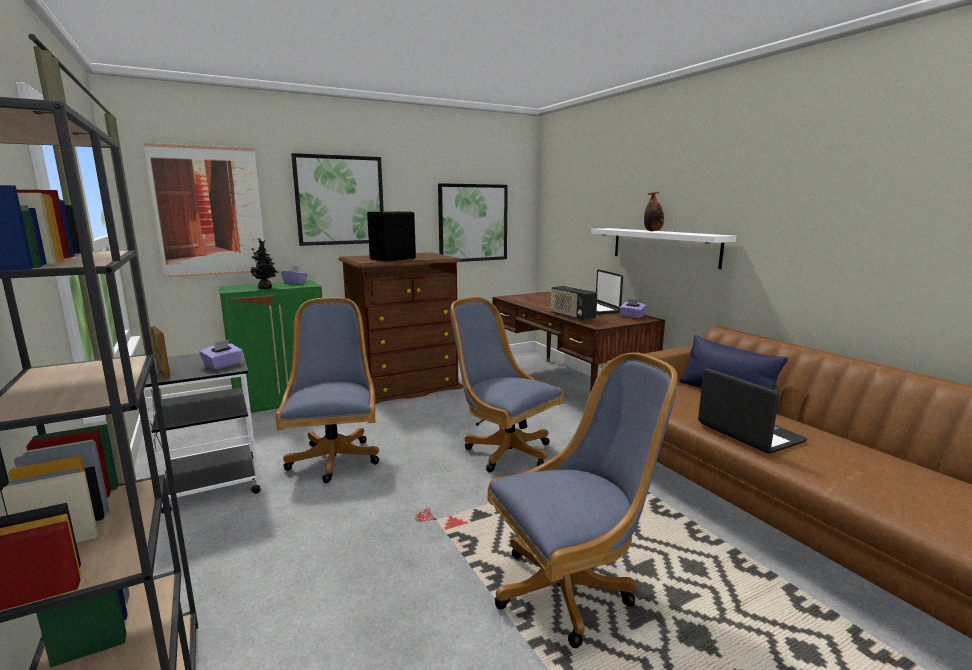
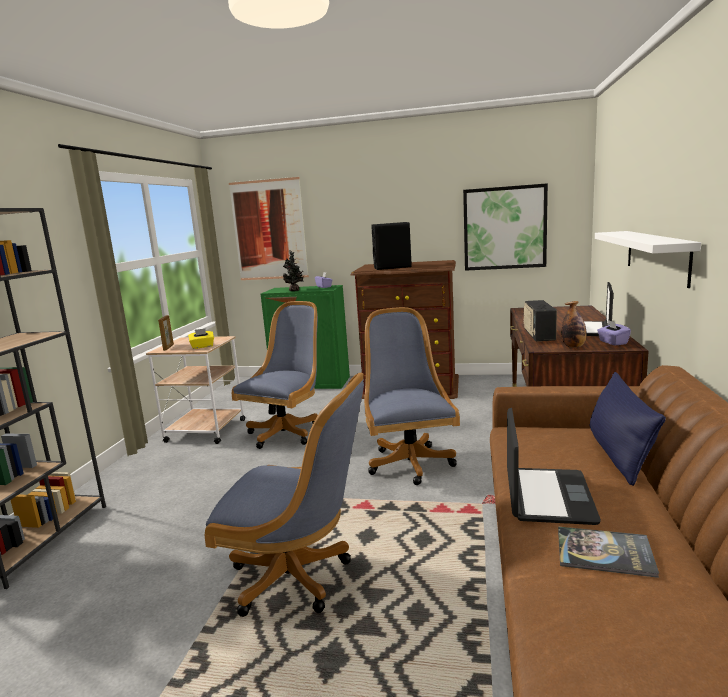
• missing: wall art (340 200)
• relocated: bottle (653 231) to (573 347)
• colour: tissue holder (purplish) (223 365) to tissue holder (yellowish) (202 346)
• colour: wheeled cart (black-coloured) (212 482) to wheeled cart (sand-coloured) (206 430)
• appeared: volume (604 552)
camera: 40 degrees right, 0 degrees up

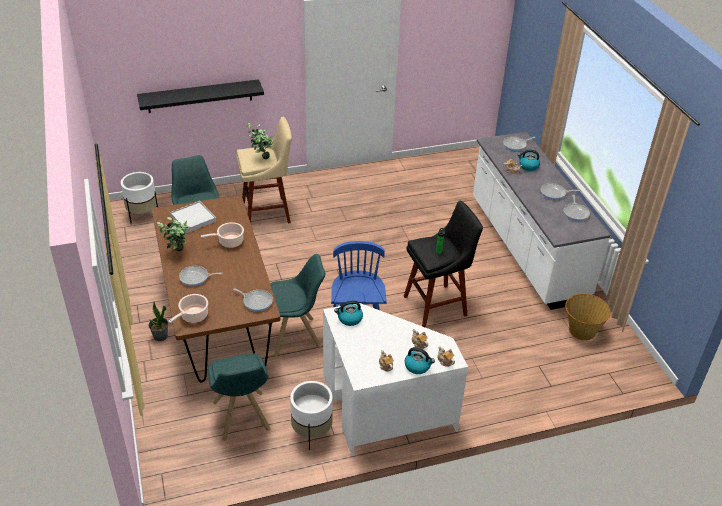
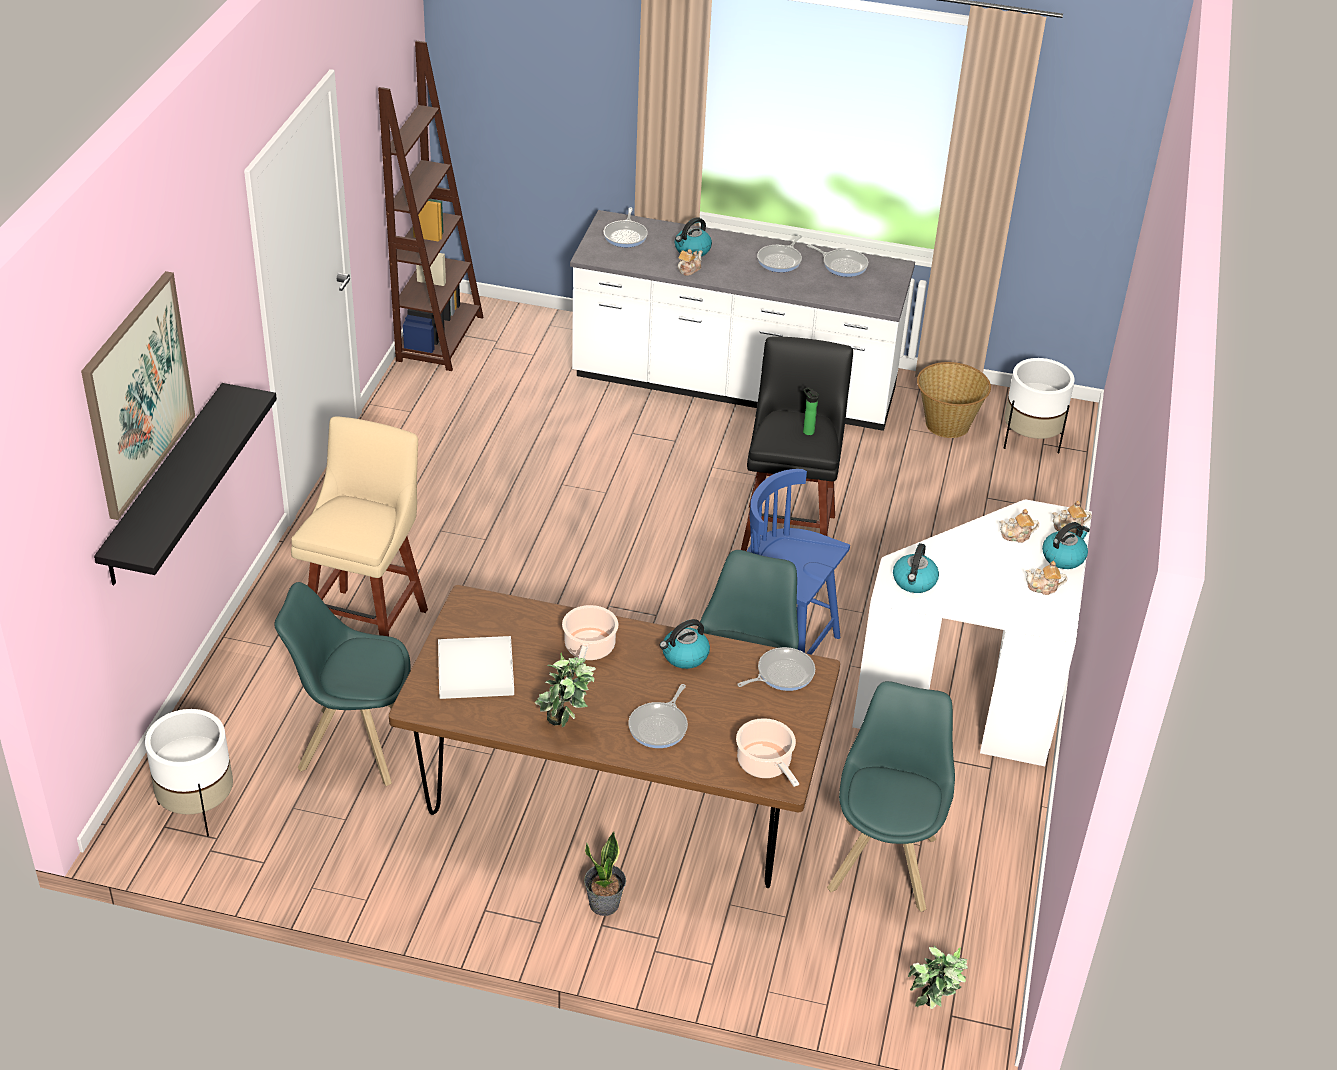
• relocated: potted plant (261 159) to (930 1011)
• spun: upright chair (turquoise) (242 416) = (884 863) 90 degrees counterclockwise
• relocated: flower pot (white) (312 432) to (1030 441)
• appeared: shelving unit (brown) (439 338)
• appeared: wall art (137 394)
• appeared: kettle (684 656)
camera: 60 degrees left, 0 degrees up

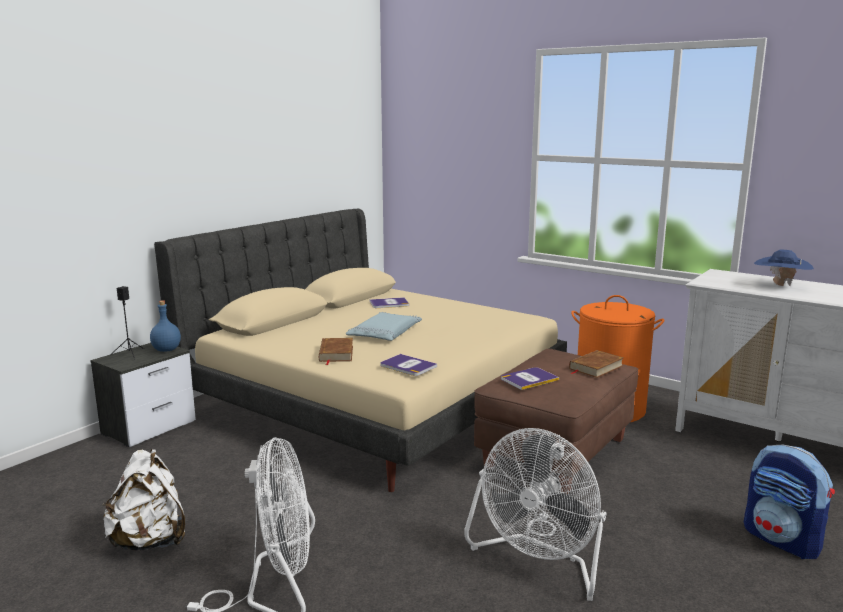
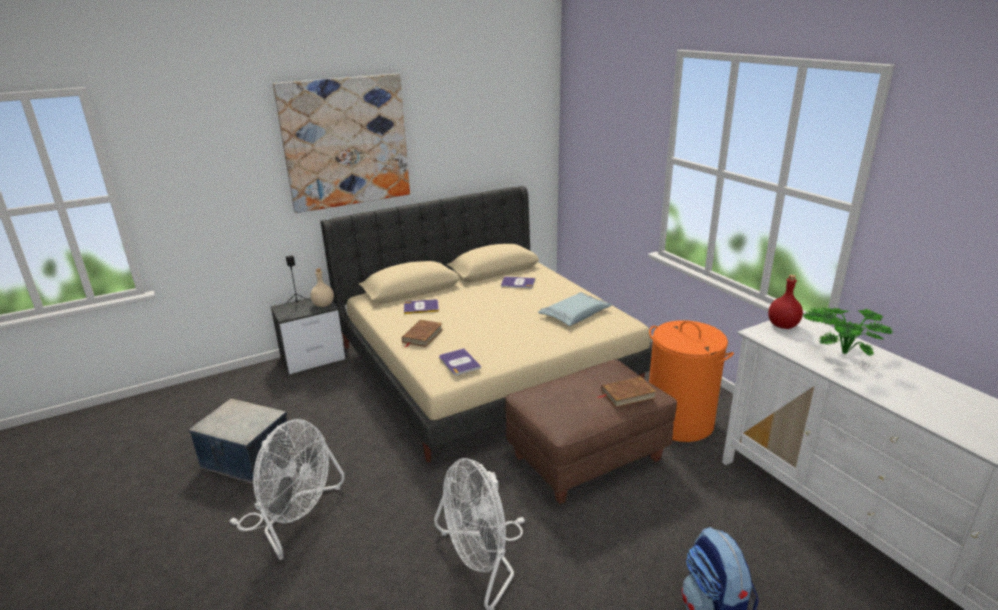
• exchanged: wearable hat (blue) (780 286) to potted plant (838 353)
• colour: bottle (blue) (167 350) to bottle (sand-coloured) (324 305)
• relocated: cushion (blue) (385 332) to (575 313)
• relocated: volume (529 379) to (421 307)
• exchanged: knapsack (white) (150 541) to storage container (247 459)
• appeared: wall art (346 142)
• appeared: bottle (red) (782 325)
camera: 25 degrees right, 10 degrees up

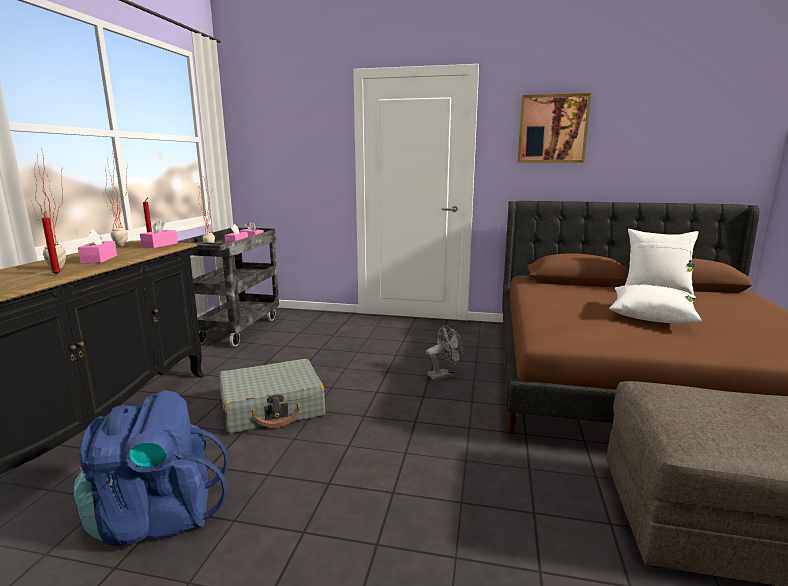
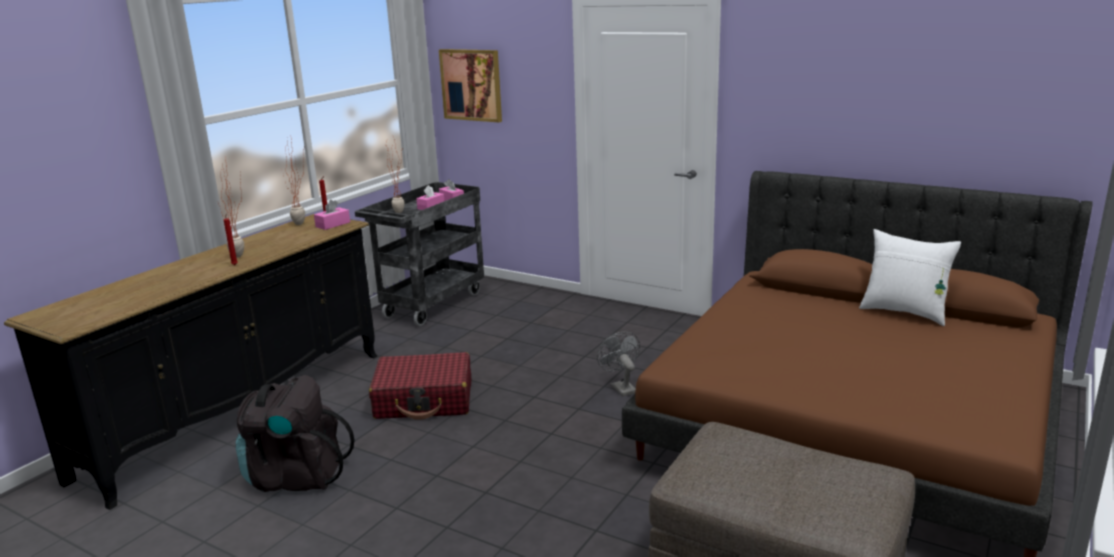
• relocated: wall art (552 129) to (471 85)
• missing: tissue holder (pink-coloured) (99 259)
• missing: cushion (white) (651 317)
• spun: electric fan (gray) (444 375) = (621 387) 105 degrees counterclockwise
• colour: piece of luggage (gray) (273 408) to piece of luggage (red) (424 400)
• colour: knapsack (blue) (157 516) to knapsack (black-coloured) (295 476)
camera: 20 degrees right, 5 degrees up

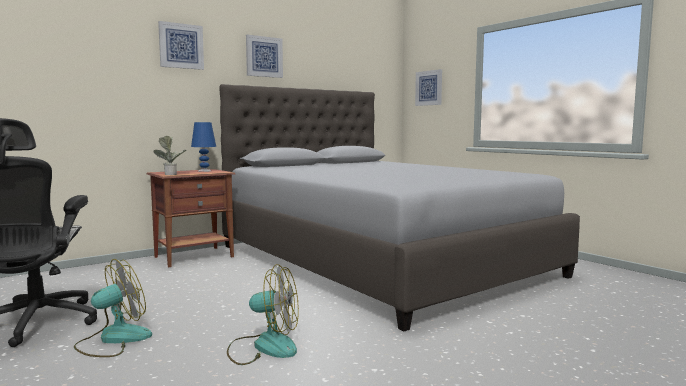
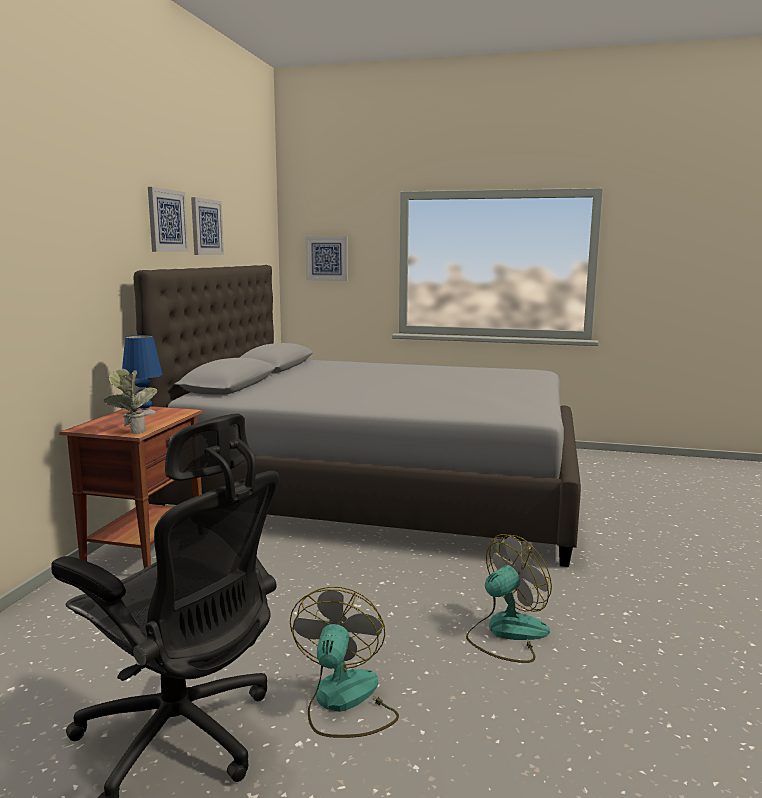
• relocated: wall art (181 46) to (206 227)
camera: 40 degrees left, 5 degrees up

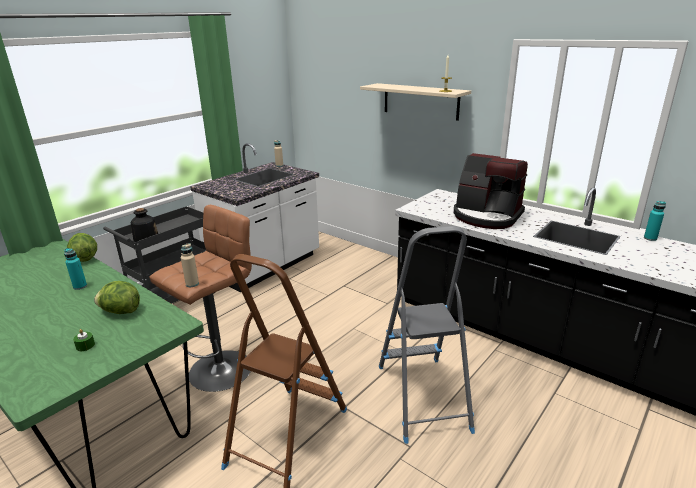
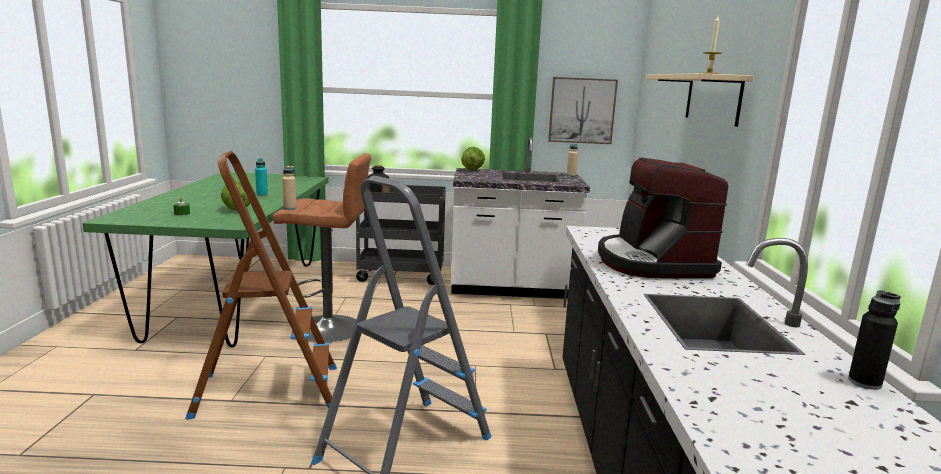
• colour: bottle (turquoise) (650 238) to bottle (black-coloured) (864 382)
• relocated: head of lettuce (85 258) to (472 170)
• appeared: wall art (582 110)
camera: 50 degrees right, 10 degrees down

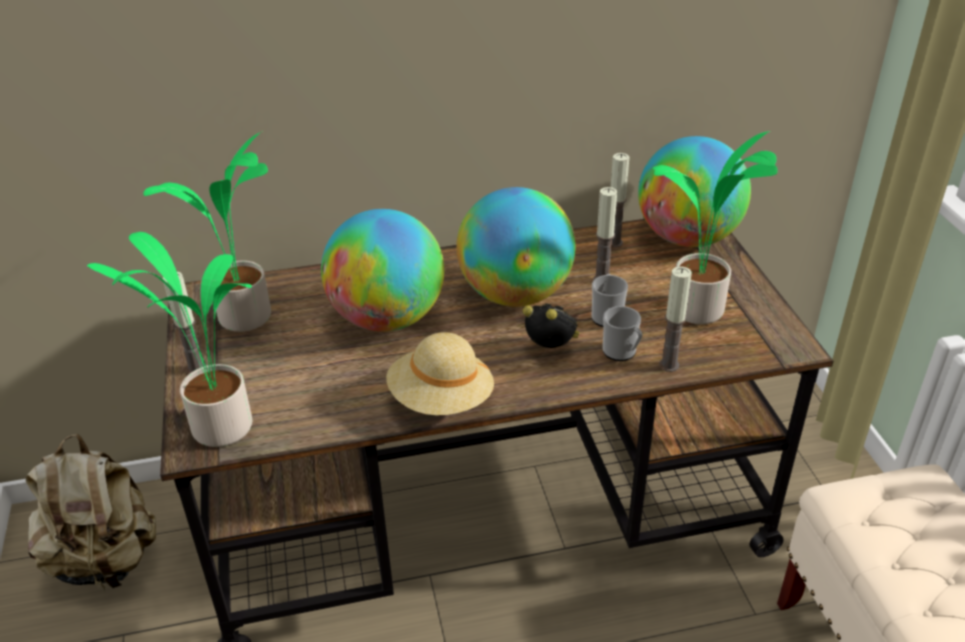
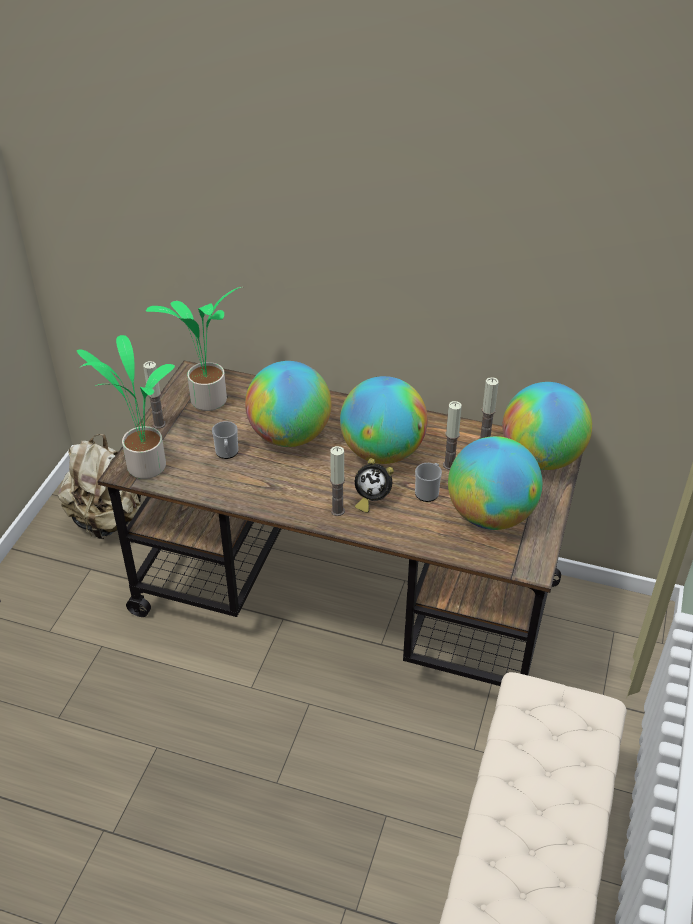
• exchanged: potted plant (696 312) to world globe (490 515)
• relocated: wax candle (669 365) to (337 511)
• spun: bedside clock (552 349) = (371 499) 135 degrees clockwise
• relocated: coffee mug (622 352) to (227 453)
• missing: wearable hat (sand-coloured) (441 400)
camera: 30 degrees right, 5 degrees up

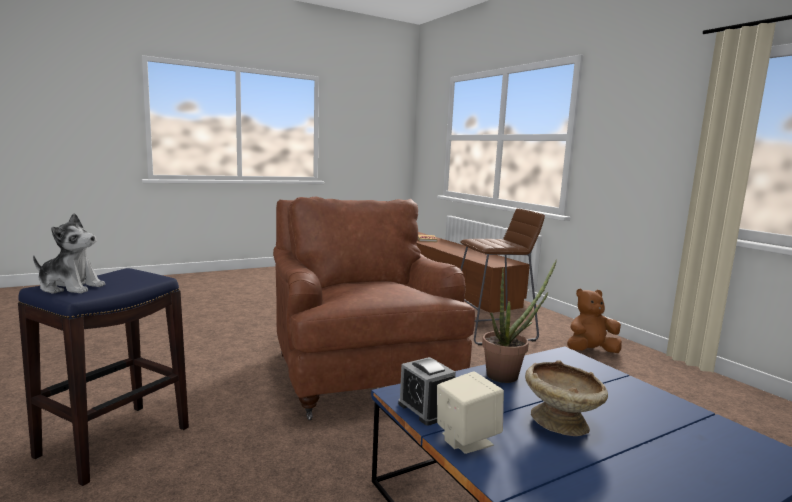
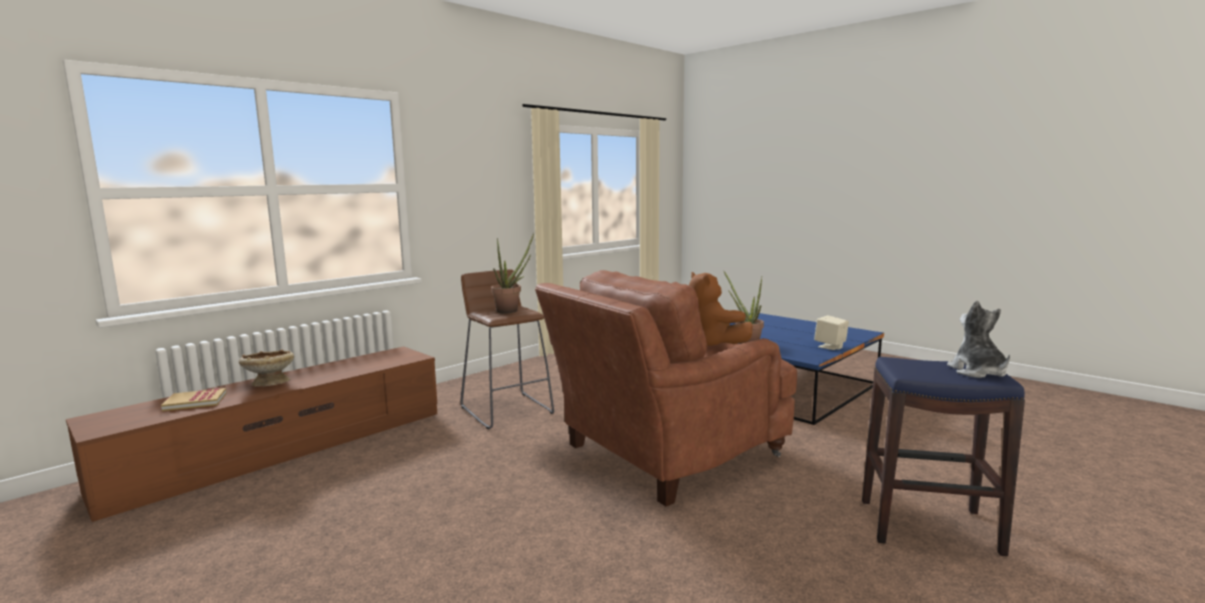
• relocated: cuddly toy (brown) (590 351) to (712 345)
• missing: bedside clock (425 409)
• relocated: serving bowl (sand-coloured) (560 423) to (269 384)
• appeared: potted plant (511 310)
camera: 105 degrees left, 0 degrees up

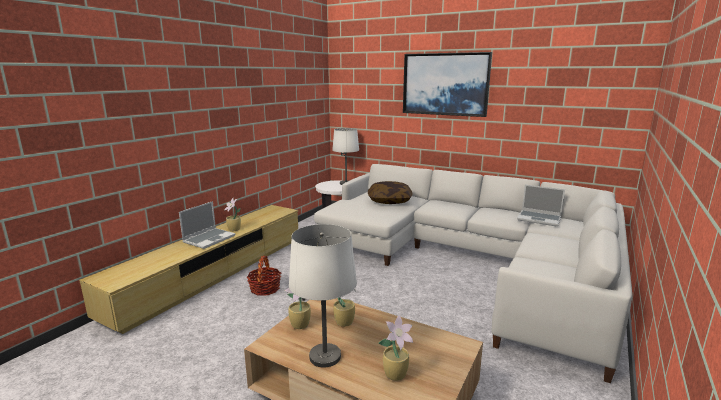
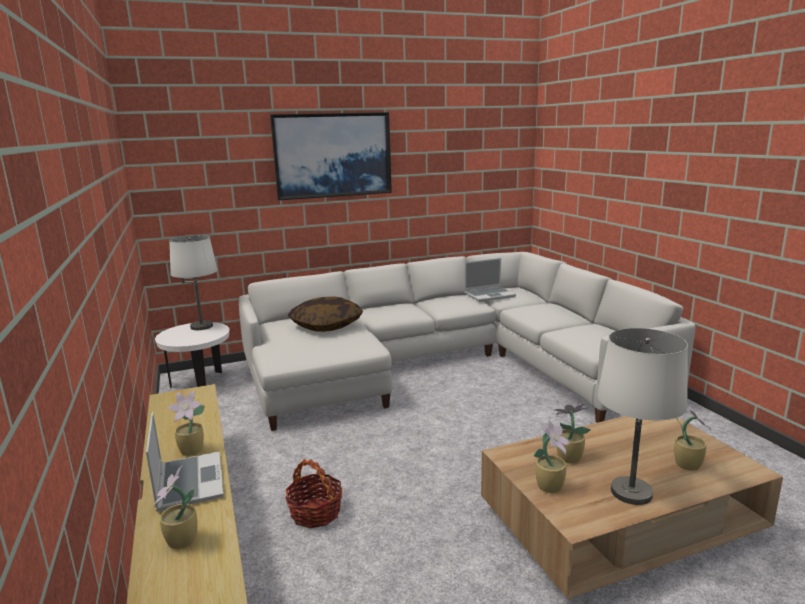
• appeared: potted plant (181 542)
camera: 50 degrees left, 0 degrees up

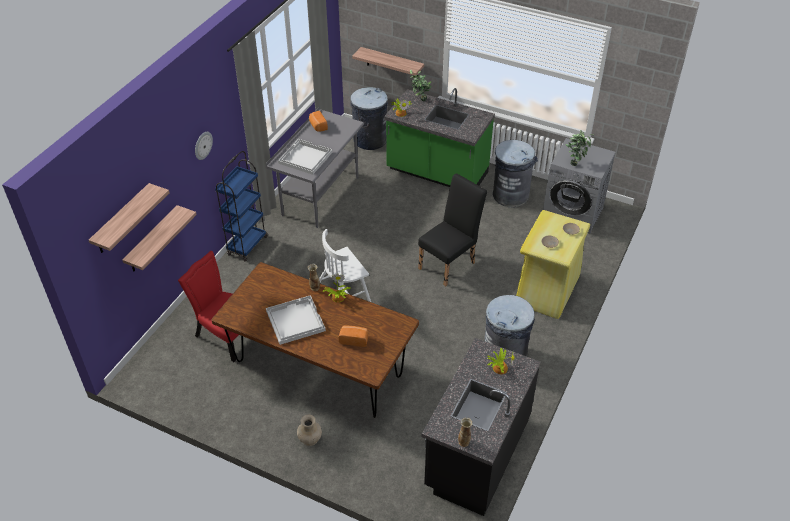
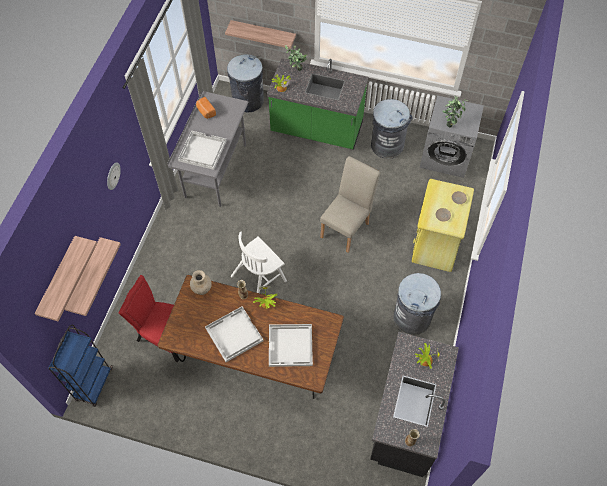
• relocated: wheeled cart (blue) (247 246) to (94 385)
• colour: upright chair (black-coloured) (450 263) to upright chair (sand-coloured) (347 227)
• exchanged: bread (354 339) to serving tray (white) (291 346)
• relocated: decorative vase (sand-coloured) (310 439) to (201 288)
camera: 10 degrees left, 15 degrees up

